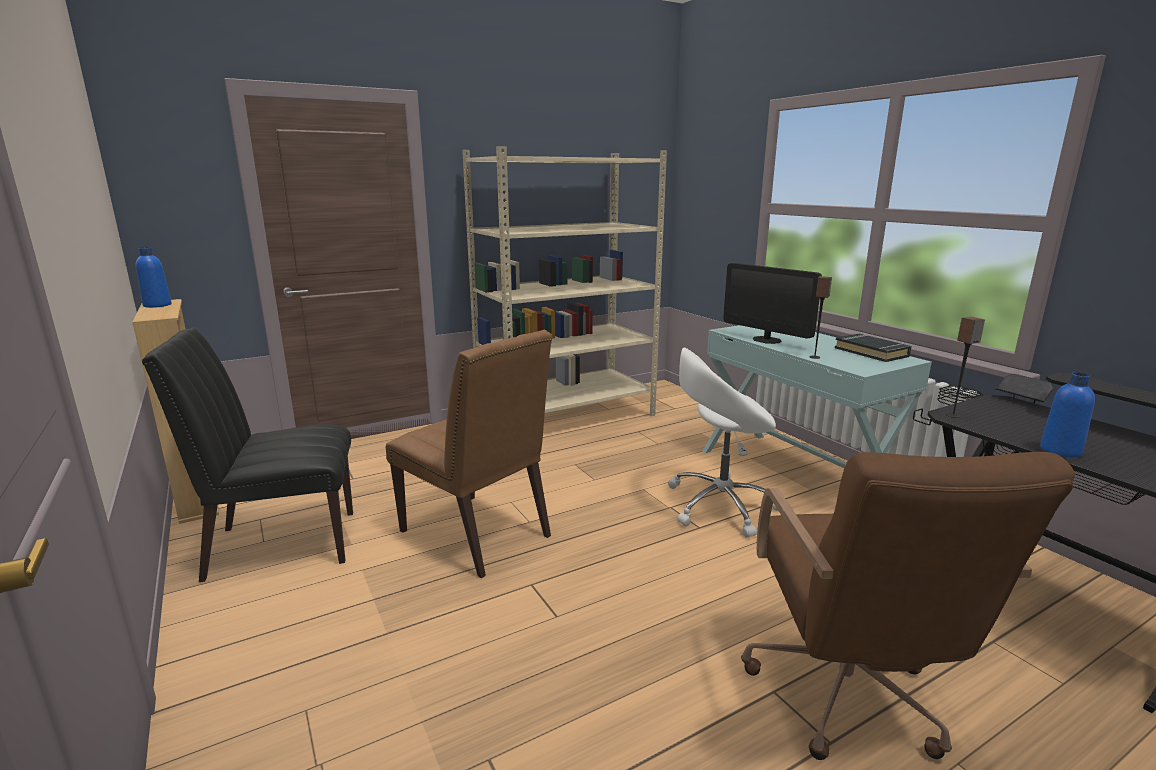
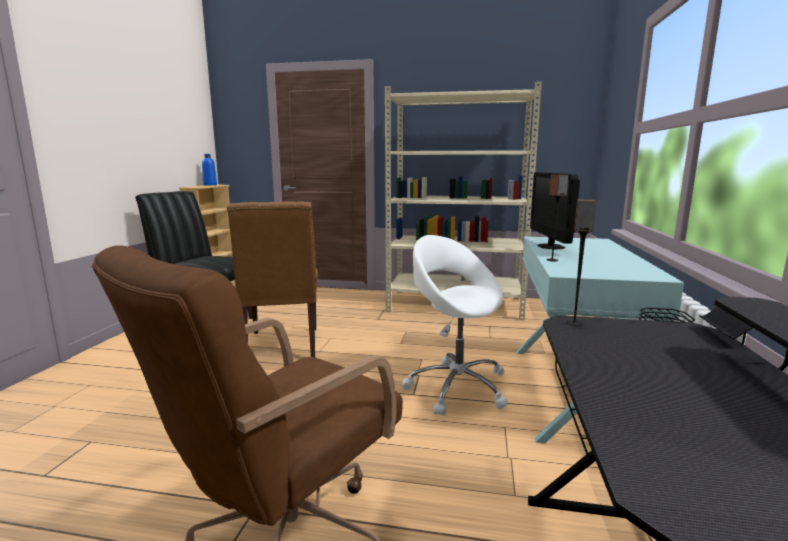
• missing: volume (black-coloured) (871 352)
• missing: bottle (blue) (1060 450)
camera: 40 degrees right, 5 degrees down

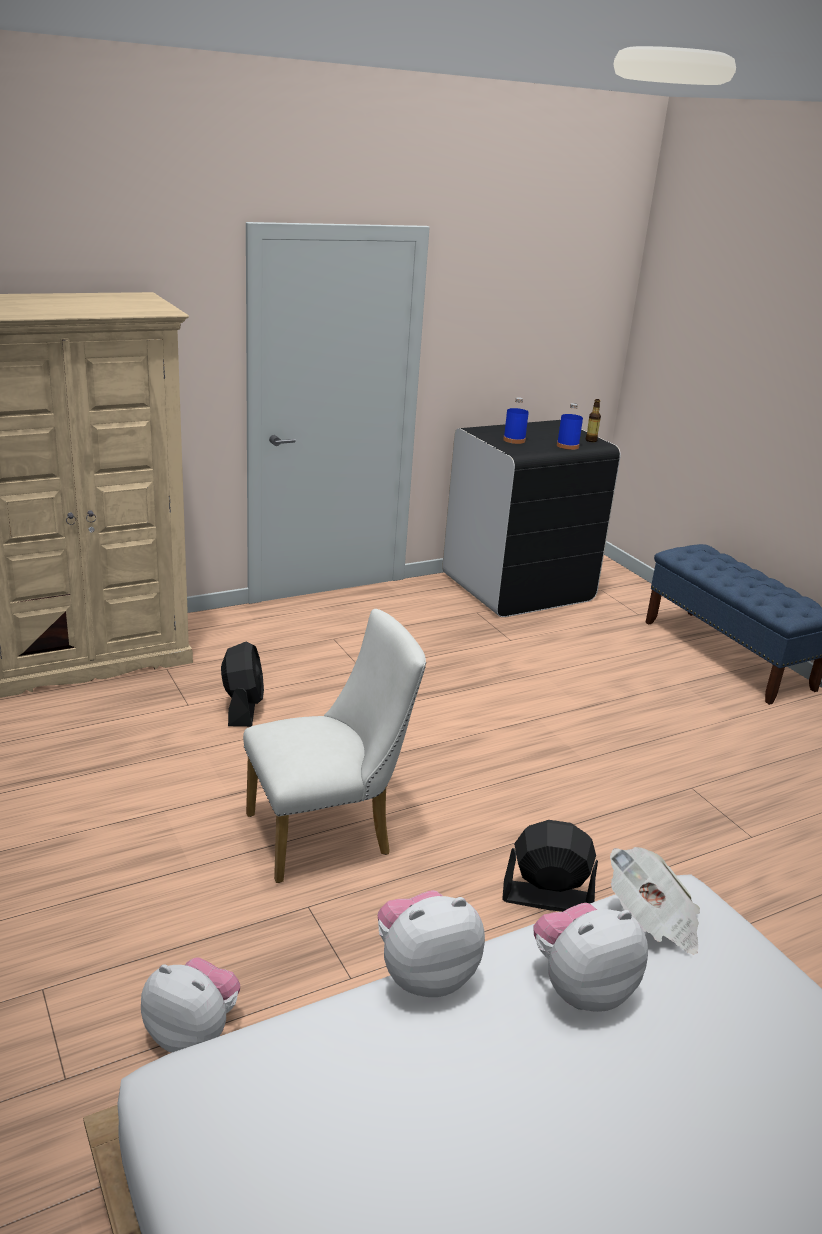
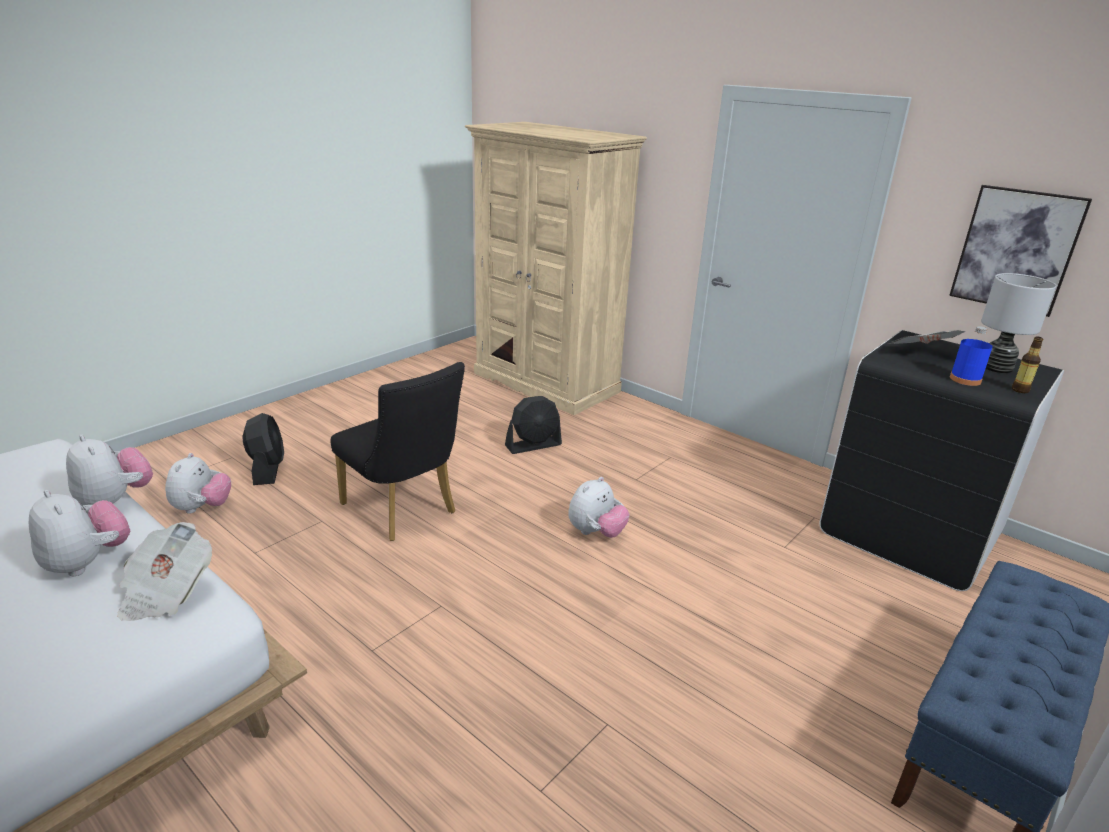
• exchanged: bottle (blue) (514 440) to newspaper (920 354)
• colour: upright chair (white) (329 833) to upright chair (black-coloured) (404 511)
• relocated: electric fan (black-coloured) (547 897) to (267 469)
• appeared: wall art (1016 250)
• appeared: lamp for a table (gray) (996 367)
• appeared: cuddly toy (596 533)
camera: 70 degrees right, 0 degrees up

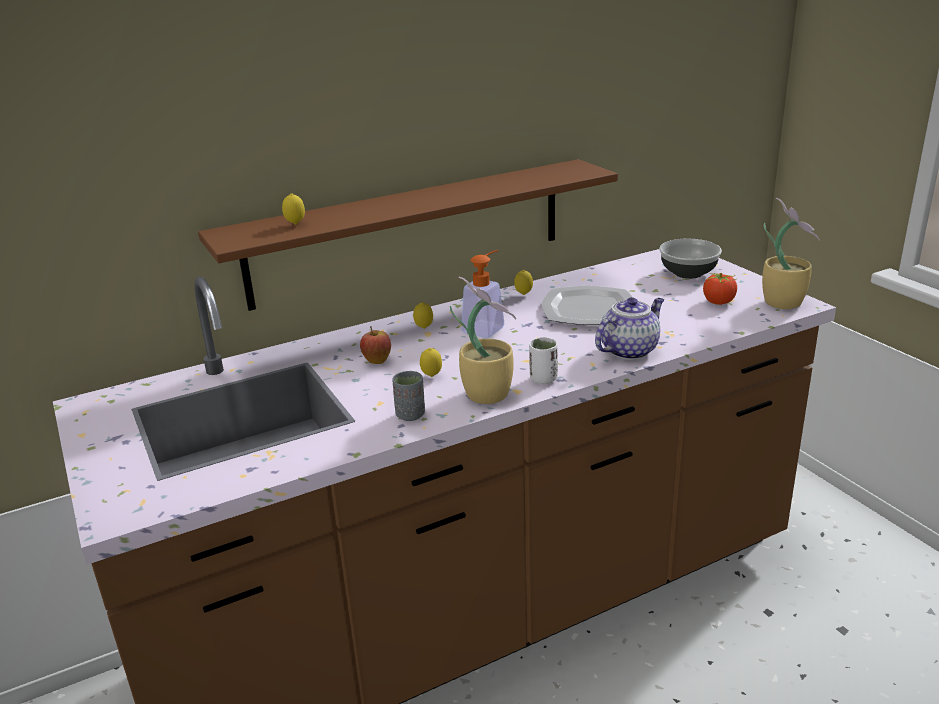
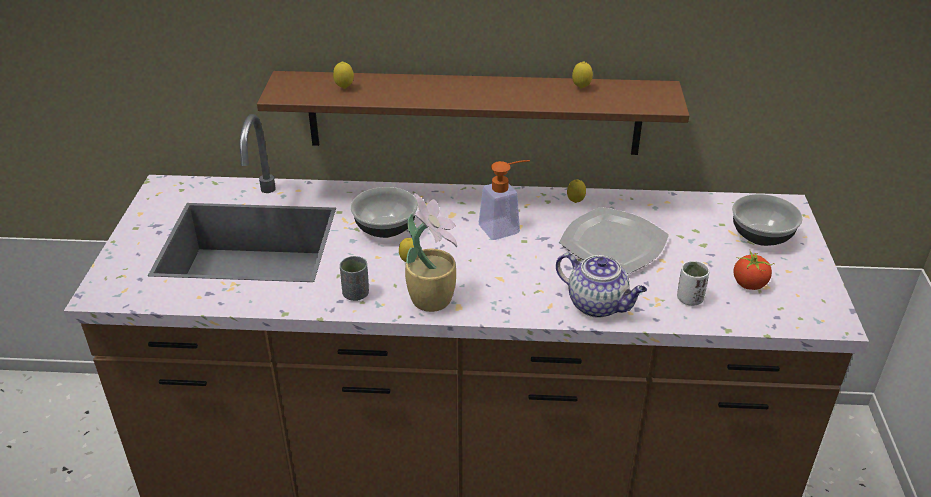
• missing: potted plant (782 302)
• spun: tea pot (629 350) = (598 305) 45 degrees clockwise
• relocated: whole lemon (424 328) to (581 88)
• exchanged: apple (377 362) to serving bowl (384 229)
• relocated: cup (white) (543 379) to (689 299)
camera: 30 degrees right, 10 degrees up

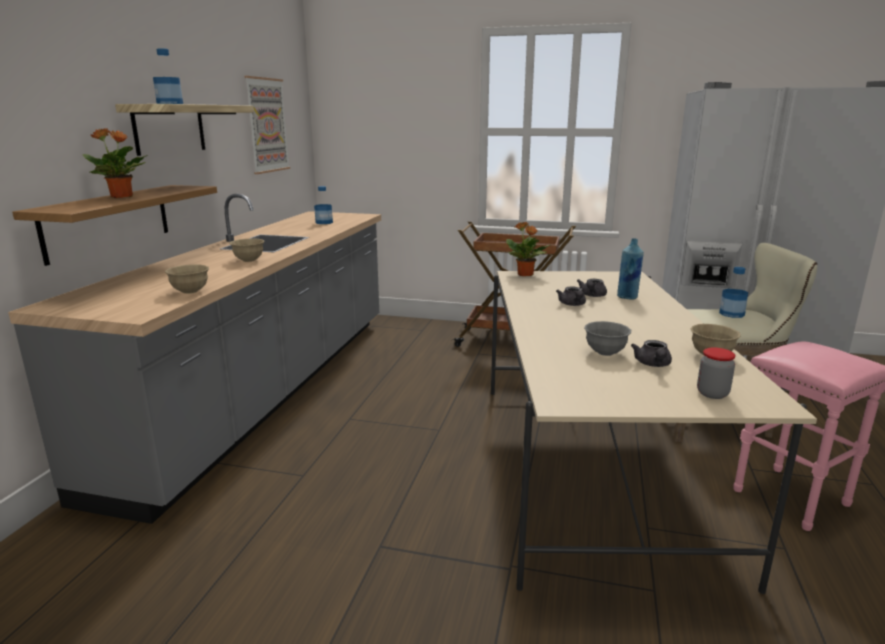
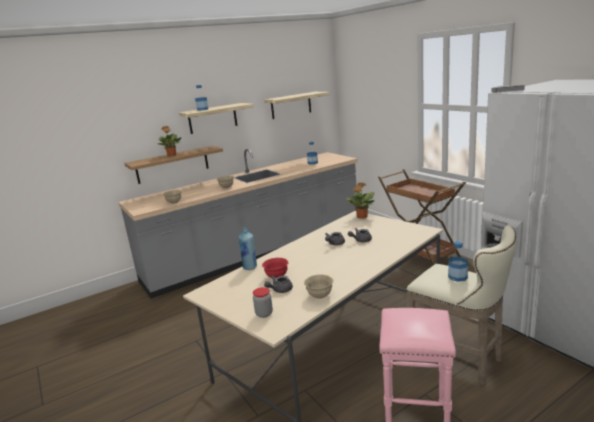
• exchanged: wall art (267 125) to bracket shelf (291 105)
• relocated: bottle (blue) (627 297) to (250 267)
• colour: serving bowl (gray) (605 352) to serving bowl (red) (276 276)
camera: 45 degrees right, 0 degrees up

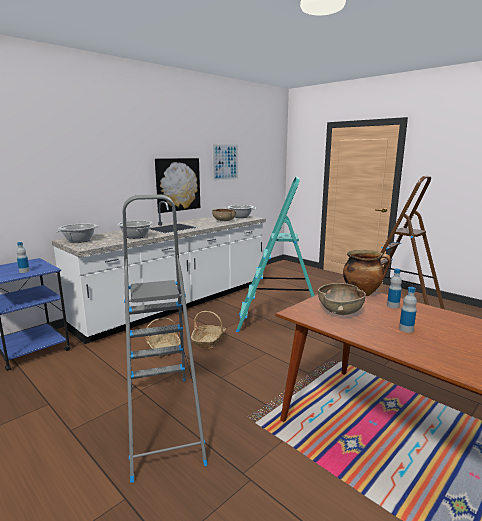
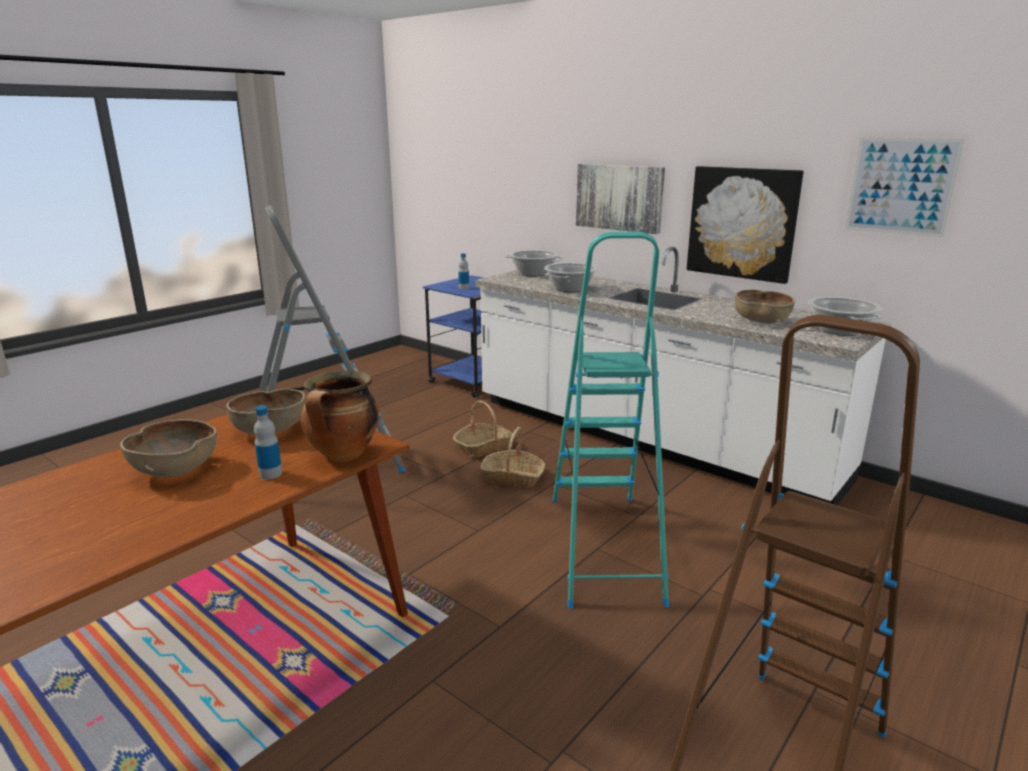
• exchanged: bottle (406 329) to serving bowl (brown) (175 470)
• appeared: wall art (619 197)
camera: 85 degrees right, 5 degrees up

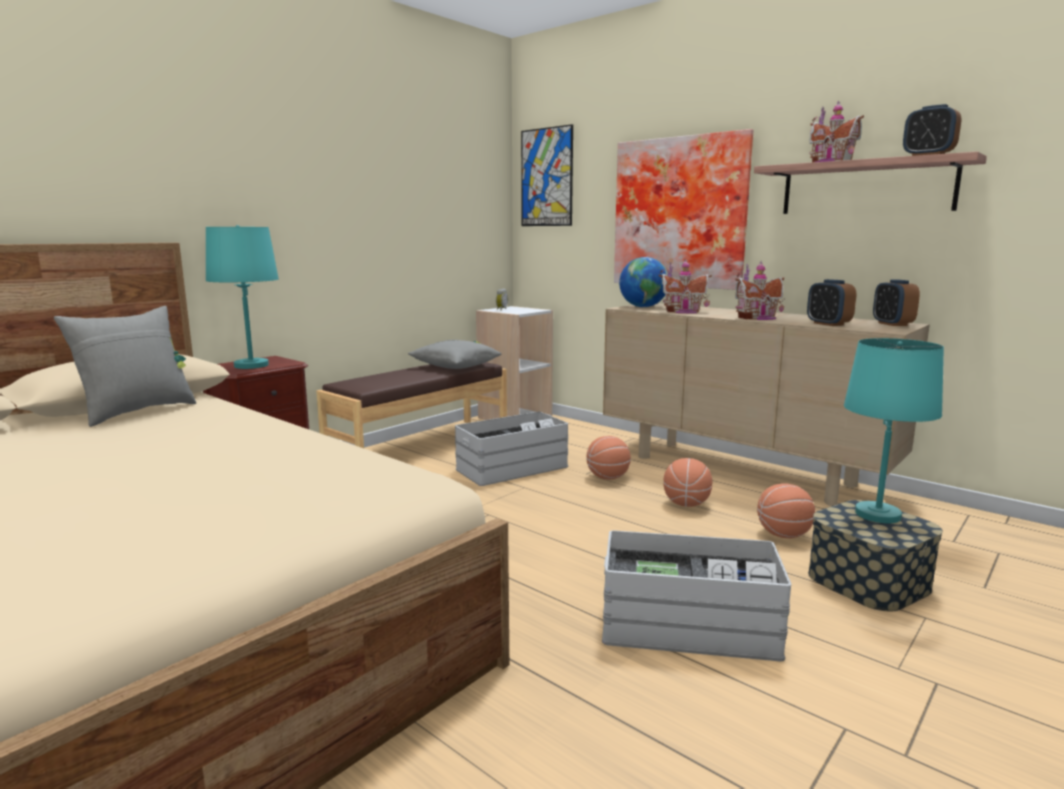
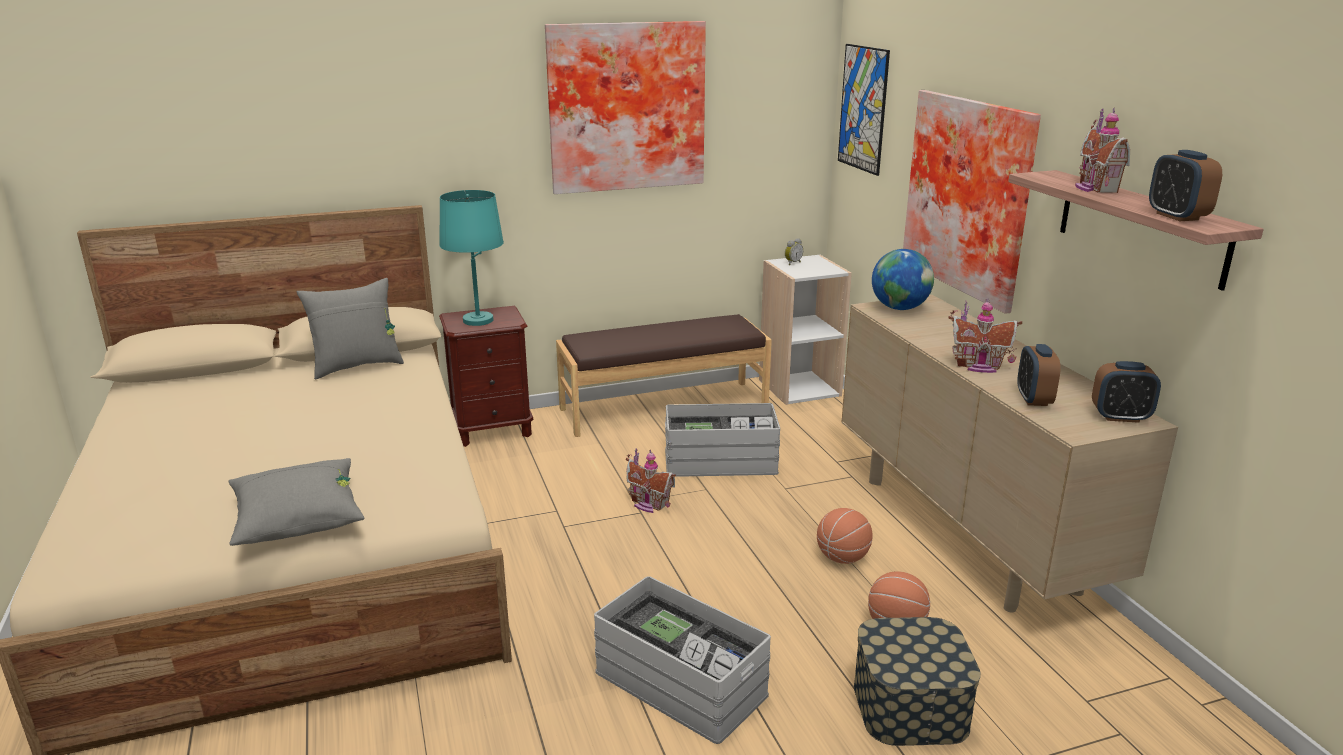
• relocated: toy house (683 312) to (648 504)
• spun: bedside clock (892 324) = (1120 417) 105 degrees counterclockwise
• missing: lamp for a table (turquoise) (878 515)
• relocated: cushion (gray) (455 366) to (298 520)
• missing: basketball ball (607 477)
• appeared: wall art (626 107)
camera: 30 degrees right, 10 degrees up

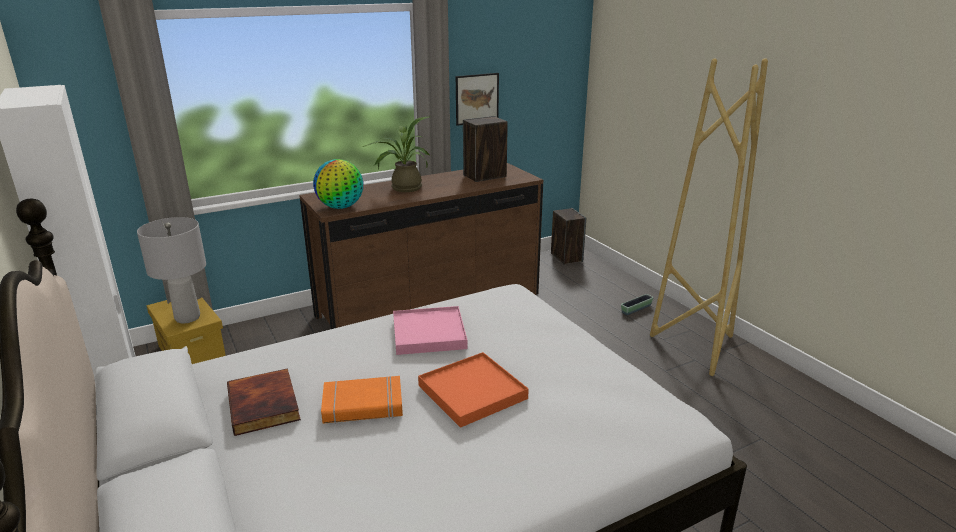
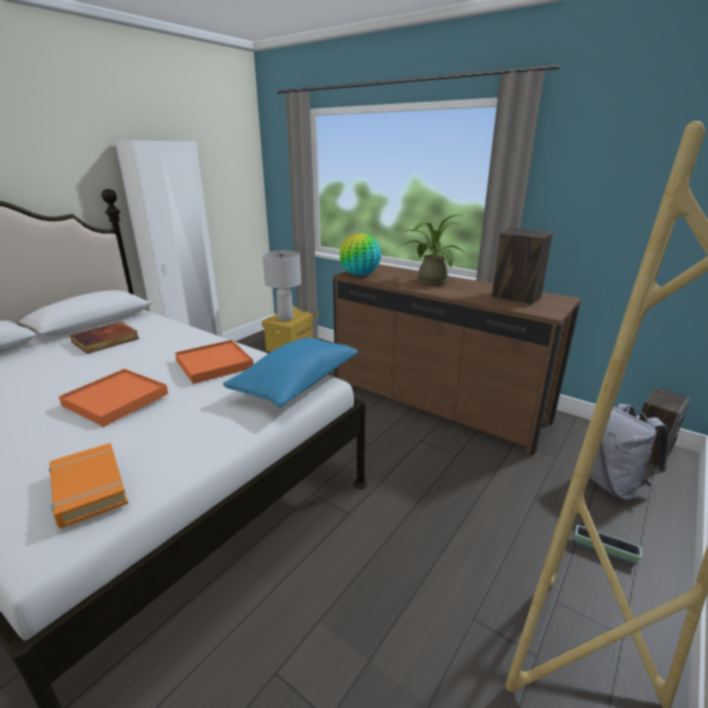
• missing: wall art (477 98)
• colour: serving tray (pink-coloured) (428 333) to serving tray (orangey) (214 364)
• relocated: volume (orangey) (363 405) to (88 488)
• appeared: cushion (blue) (296 384)
• appeared: knapsack (gray) (612 484)
camera: 65 degrees right, 0 degrees up

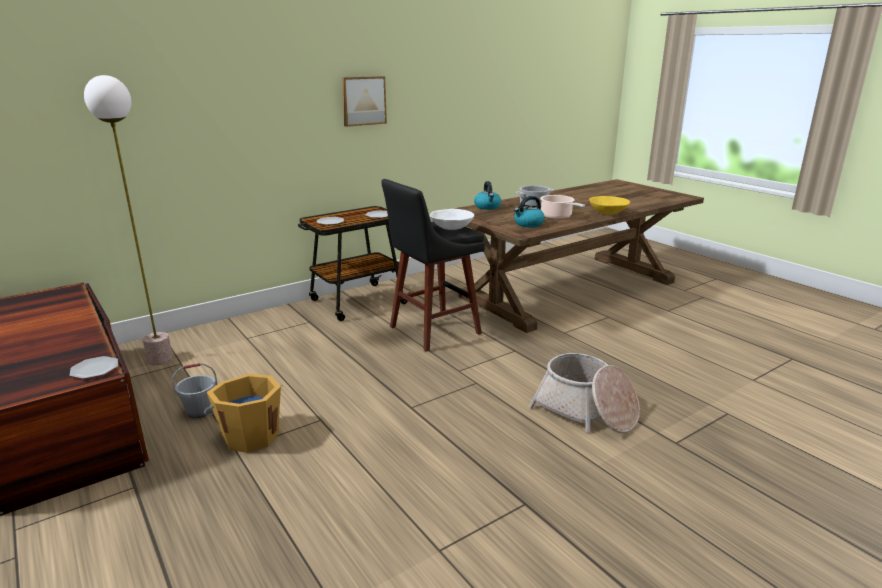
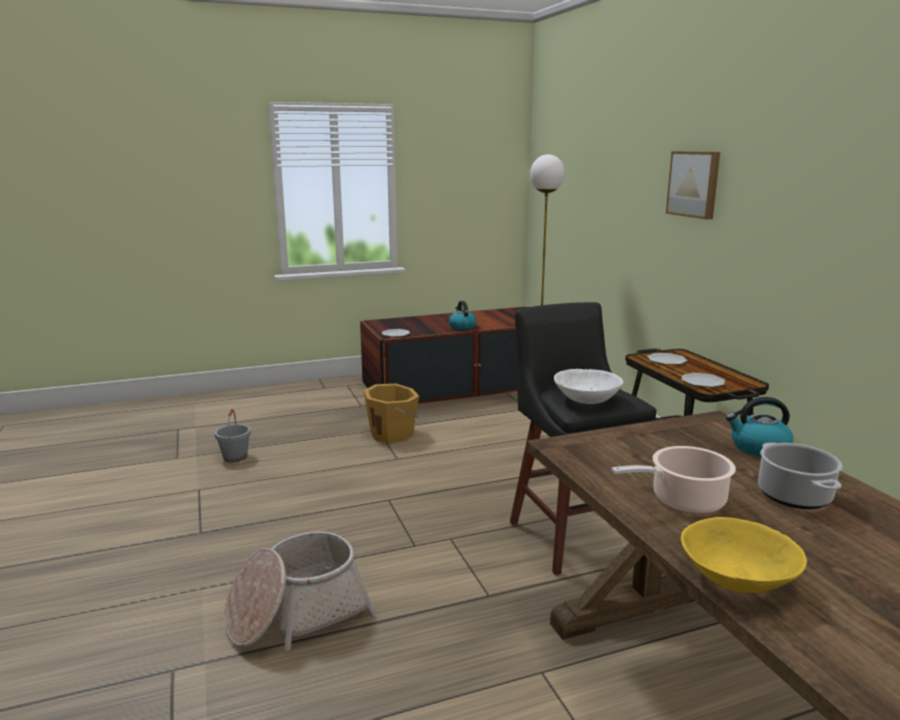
• relocated: wall art (363 101) to (694 184)
• relocated: kettle (528 224) to (462 326)
• relocated: water bucket (gray) (200 411) to (235 457)
camera: 105 degrees right, 5 degrees down

